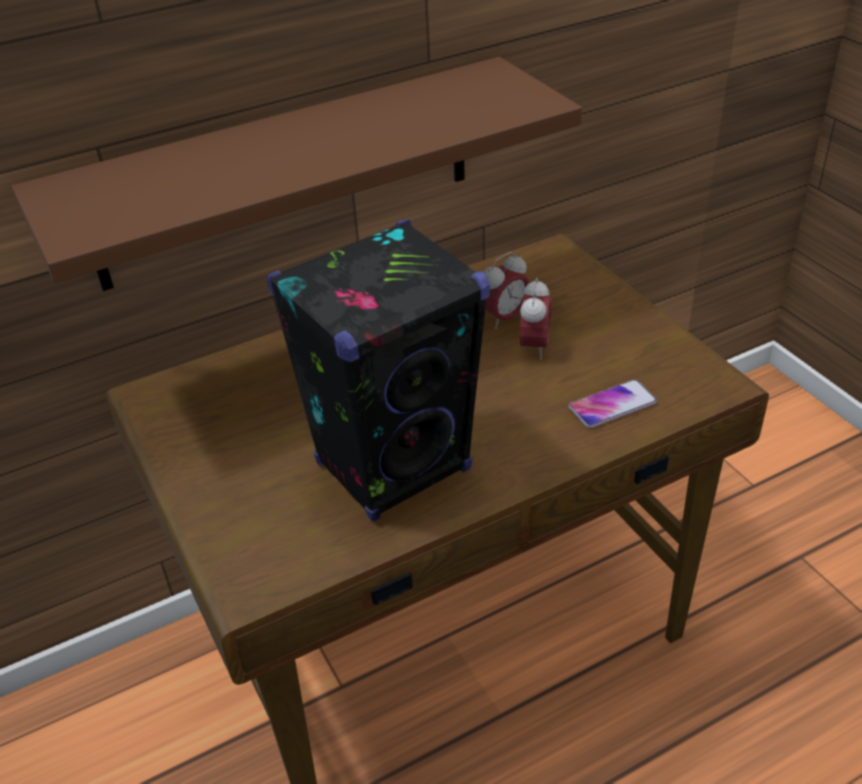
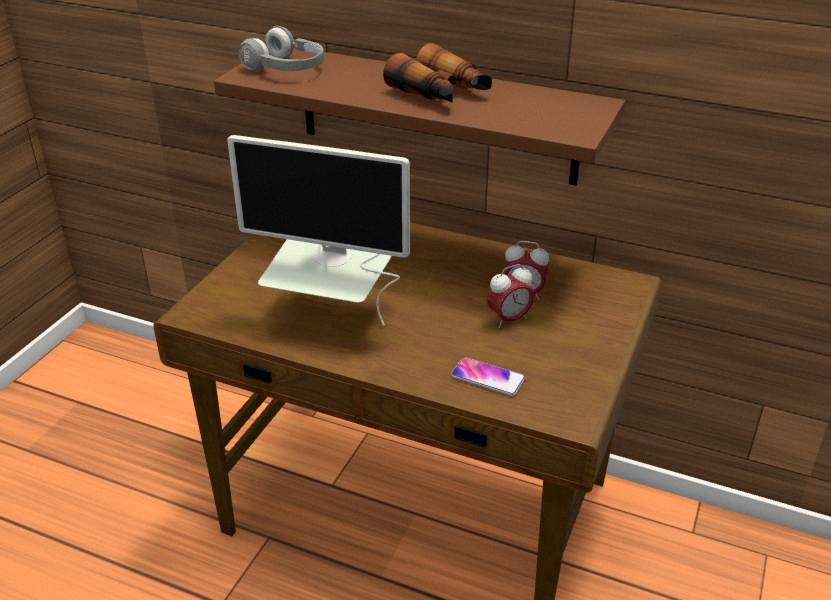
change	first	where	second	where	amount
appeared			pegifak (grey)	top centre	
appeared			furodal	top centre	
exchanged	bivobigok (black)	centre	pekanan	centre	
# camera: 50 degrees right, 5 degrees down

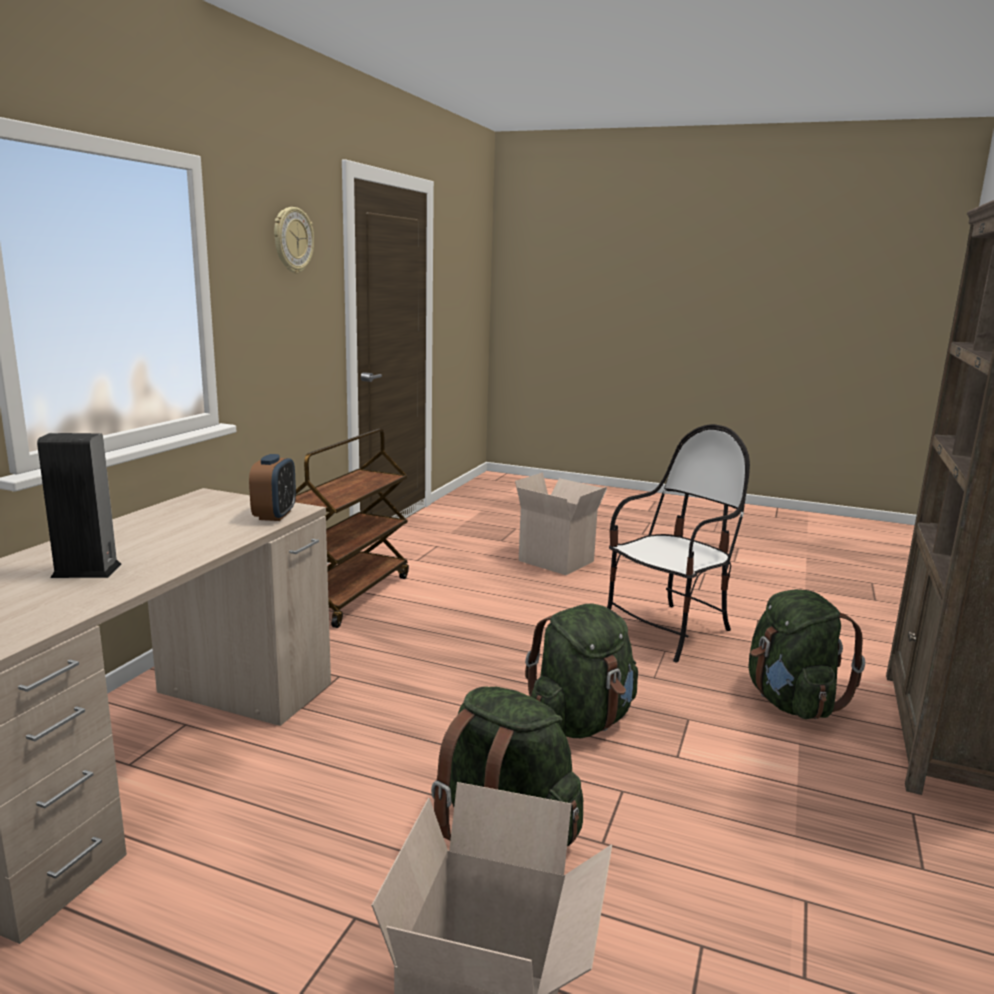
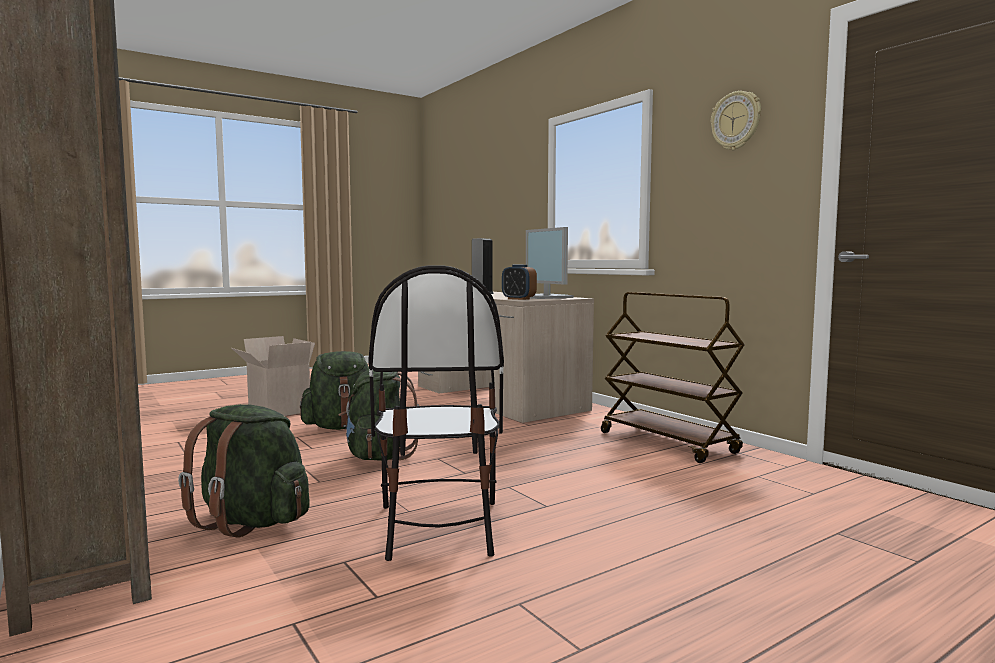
change	first	where	second	where	amount
missing	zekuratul (no. 2 from left)	centre			
appeared			pekanan	centre	
# camera: 125 degrees right, 10 degrees down

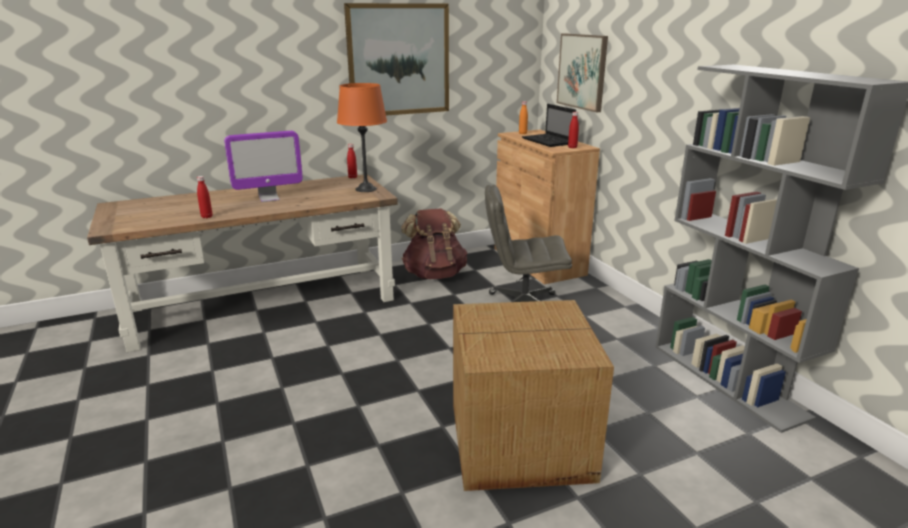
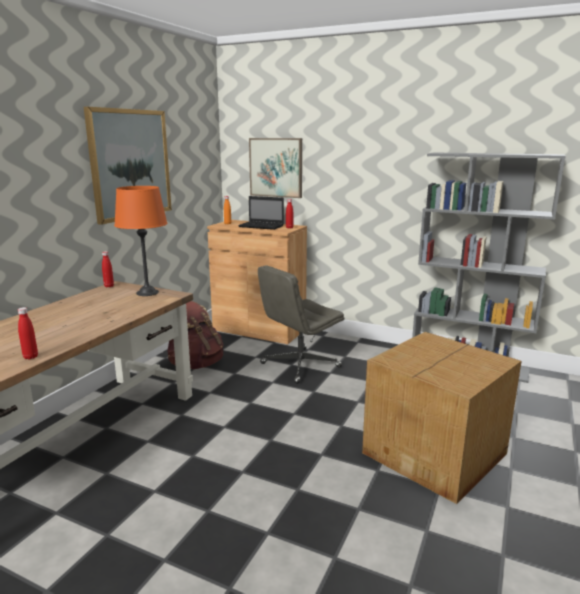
change	first	where	second	where	amount
missing	pekanan	top left			
# camera: 40 degrees left, 5 degrees down

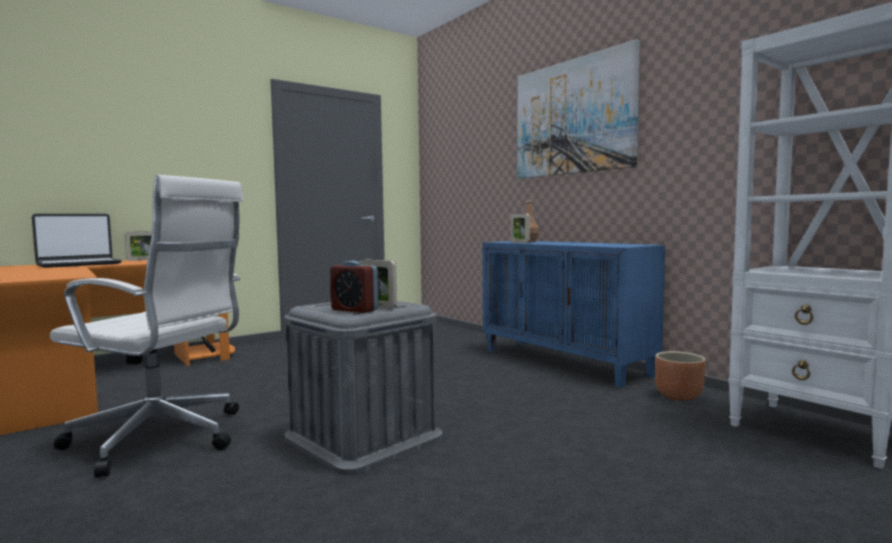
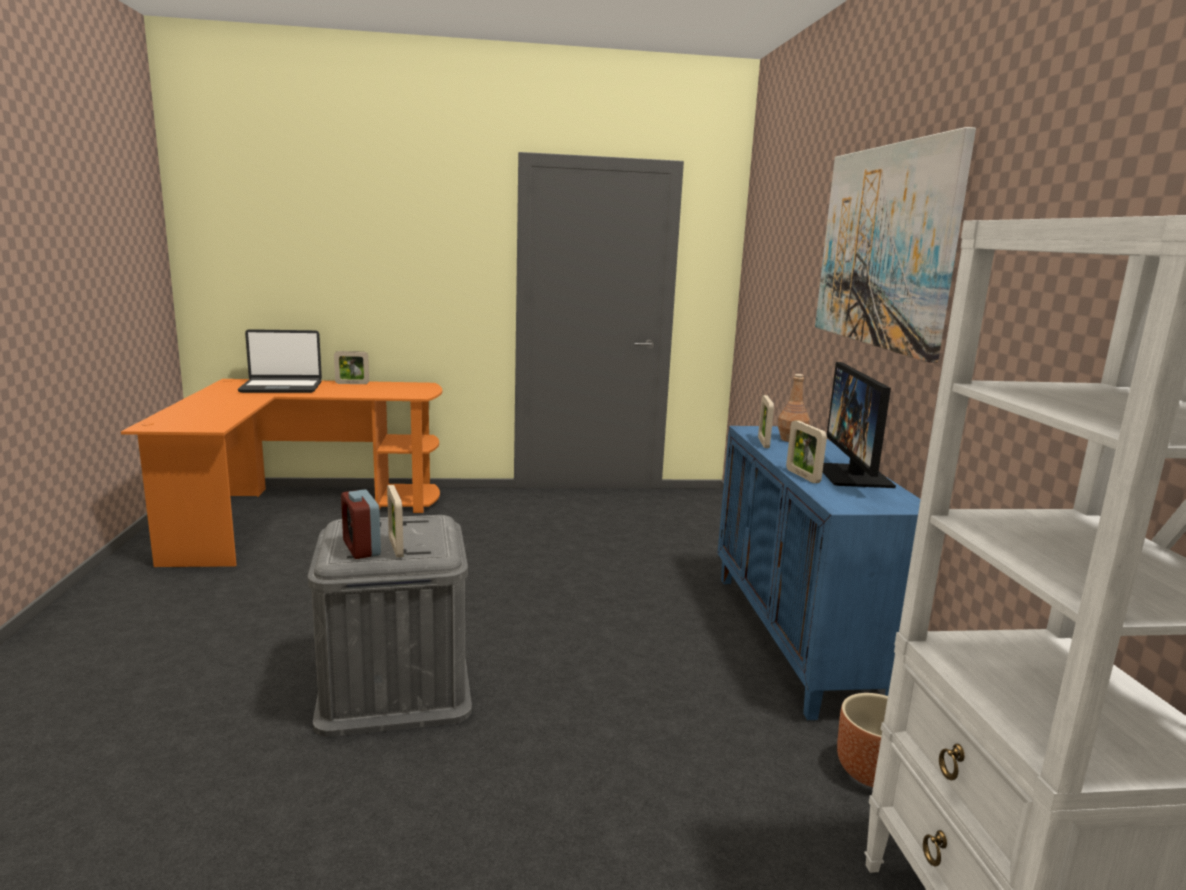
change	first	where	second	where	amount
missing	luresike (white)	middle left			
appeared			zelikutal (no. 4 from left)	middle right	
appeared			pekanan	middle right	
# camera: 30 degrees right, 10 degrees up

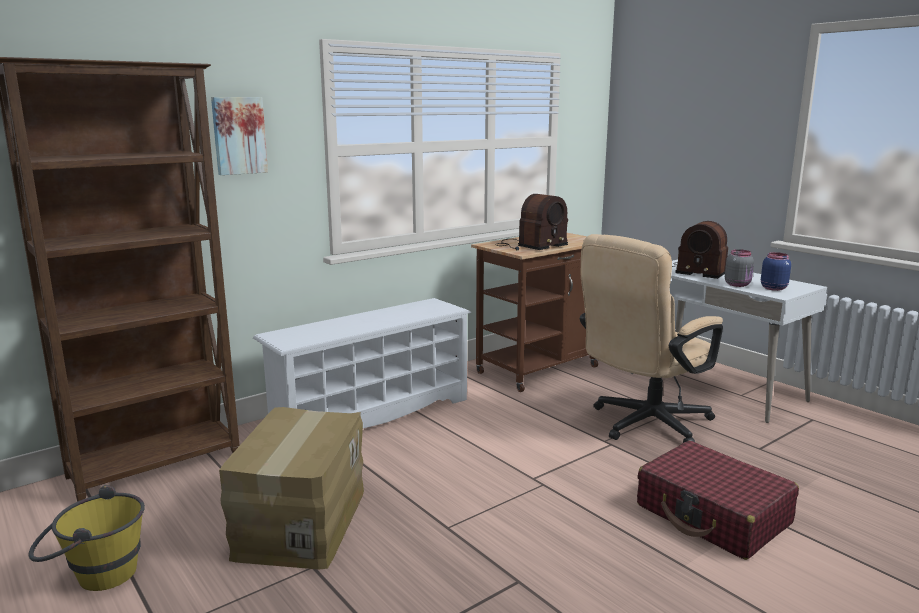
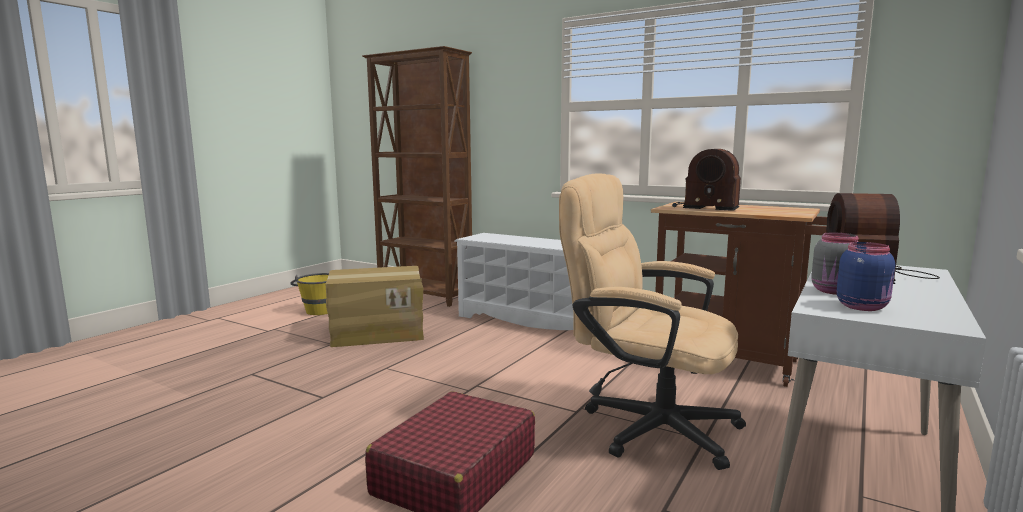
change	first	where	second	where	amount
missing	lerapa	top left			
# camera: 70 degrees right, 5 degrees down

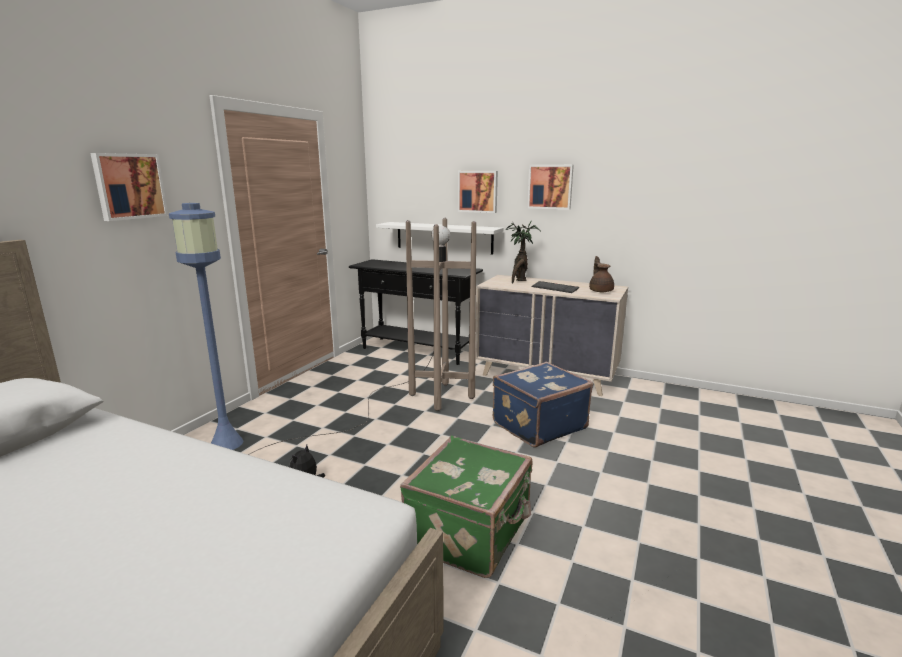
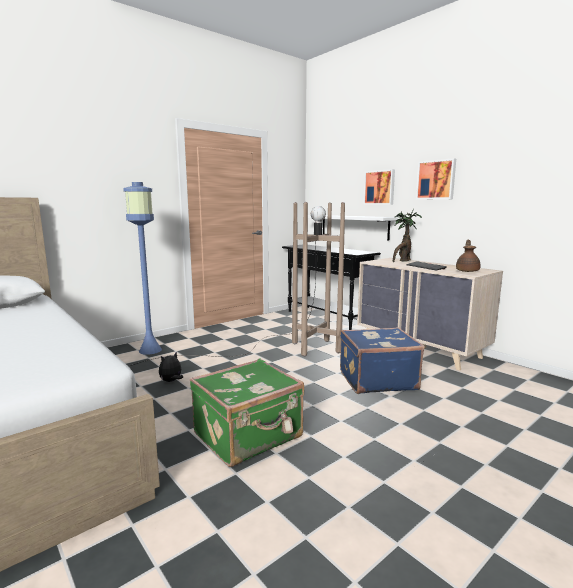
change	first	where	second	where	amount
missing	lerapa (no. 1 from left)	top left			
# camera: 25 degrees right, 5 degrees down

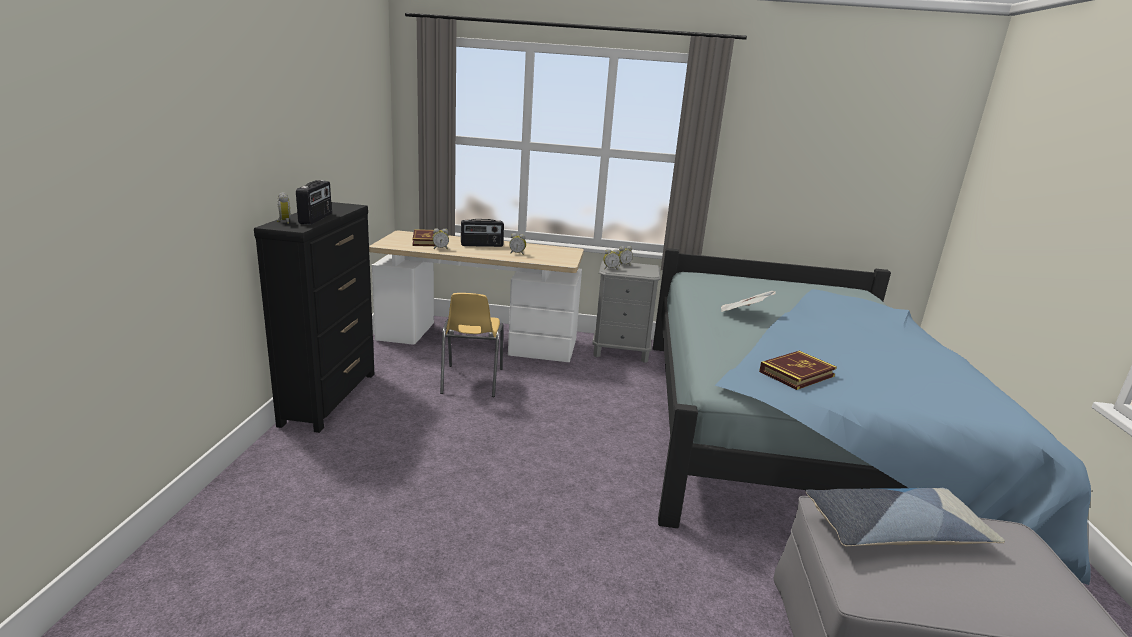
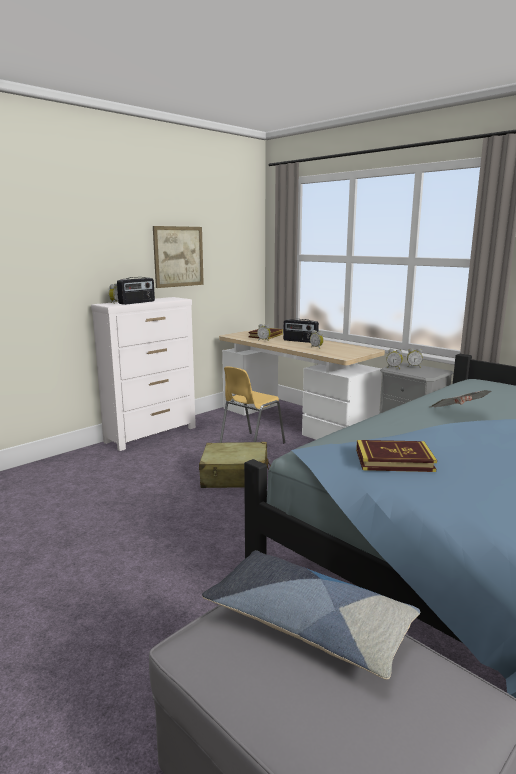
change	first	where	second	where	amount
appeared			lerapa	top centre	
appeared			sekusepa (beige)	centre	
colour	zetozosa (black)	middle left	zetozosa (white)	middle left	
# camera: 40 degrees right, 5 degrees down

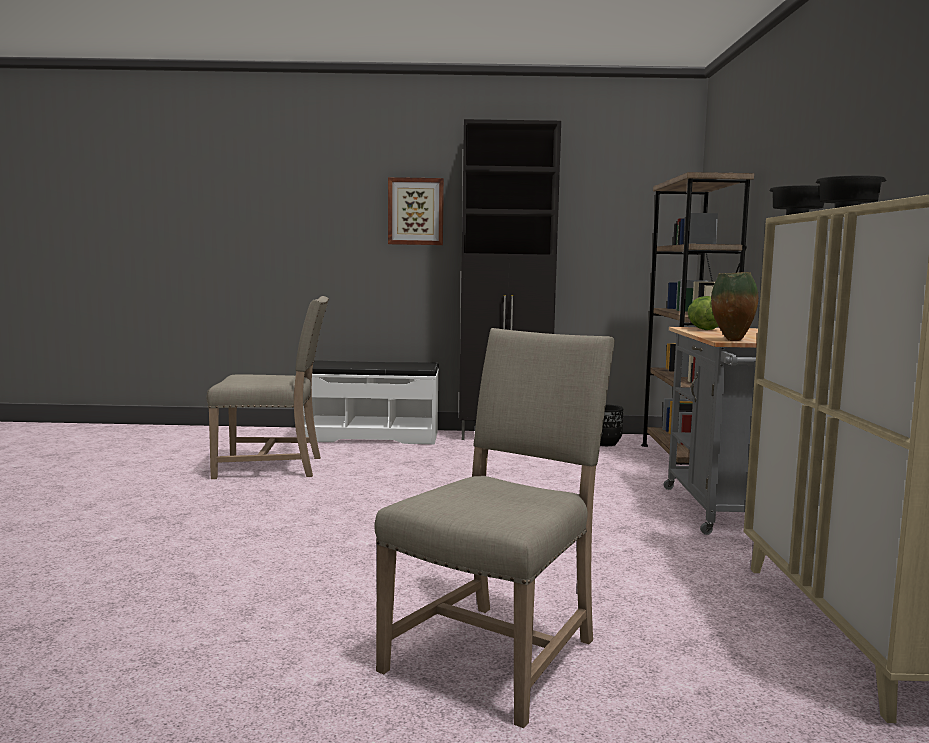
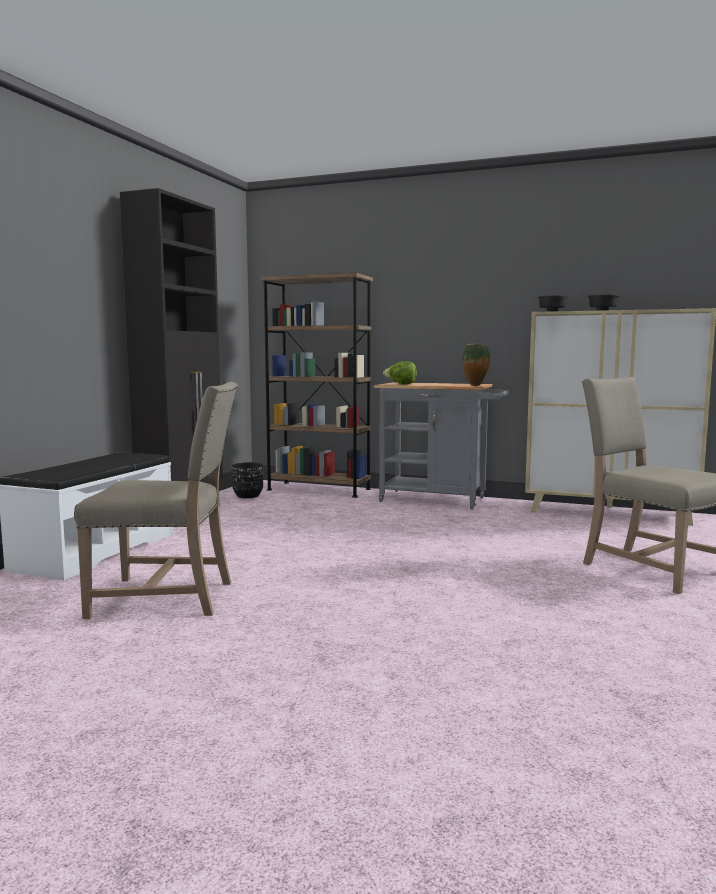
change	first	where	second	where	amount
missing	lerapa	top centre			
spun	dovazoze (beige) (no. 1 from left)	middle left		middle left	75 degrees clockwise
# camera: 70 degrees left, 0 degrees up

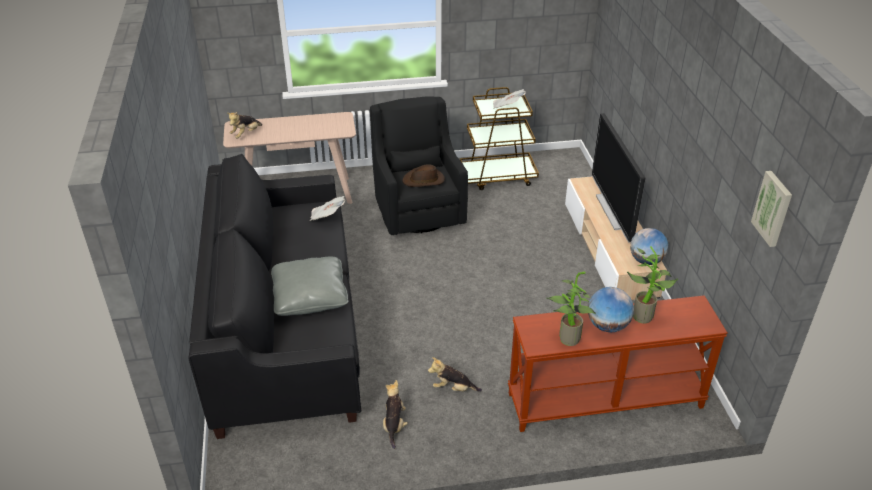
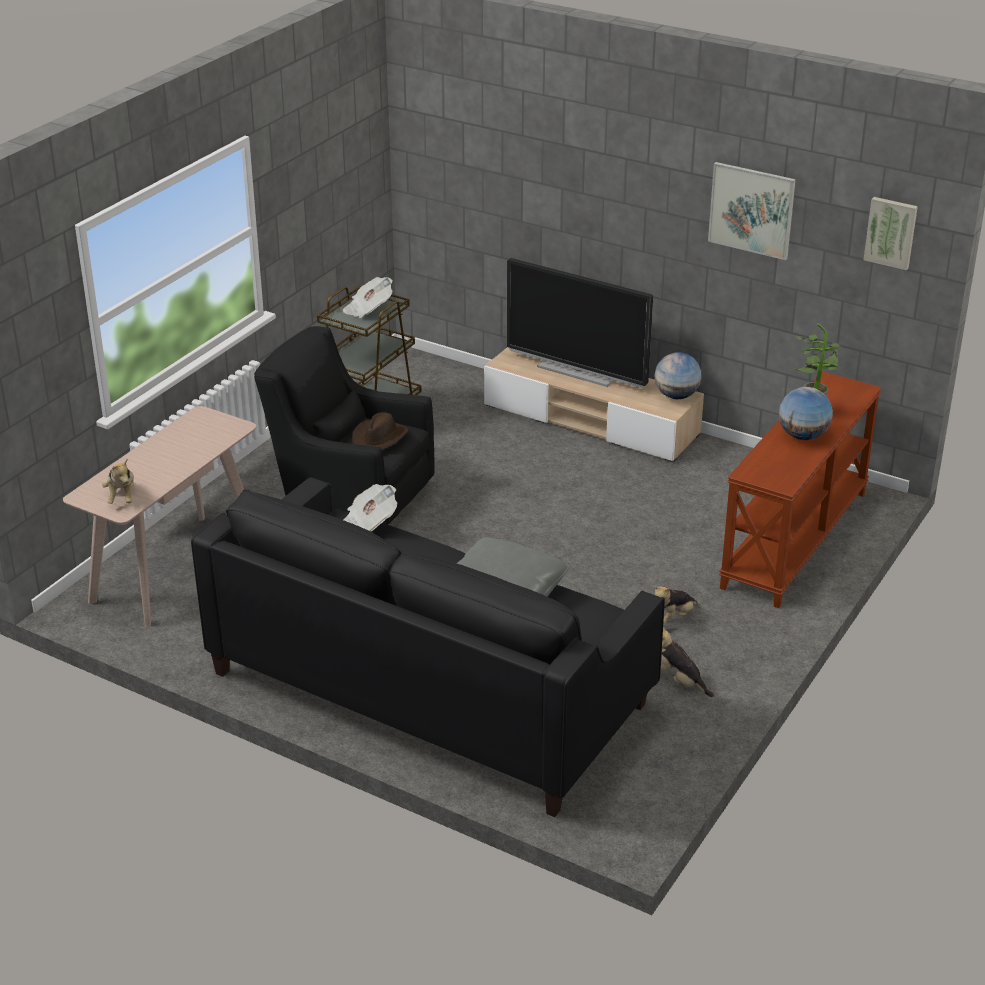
change	first	where	second	where	amount
missing	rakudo (no. 1 from left)	centre			
appeared			lerapa (no. 1 from left)	top right	
# camera: 50 degrees left, 5 degrees down

